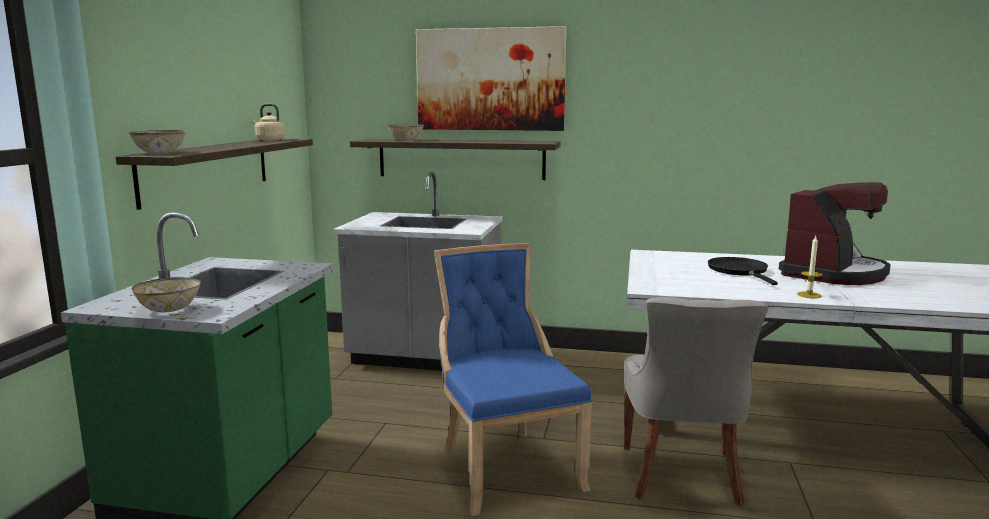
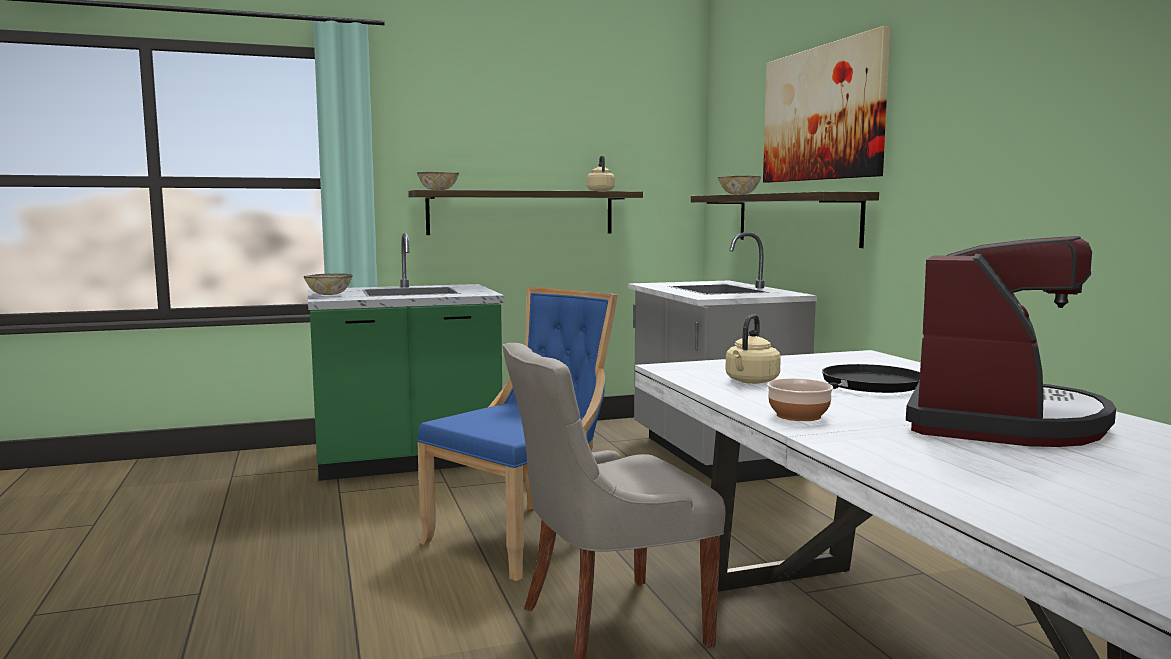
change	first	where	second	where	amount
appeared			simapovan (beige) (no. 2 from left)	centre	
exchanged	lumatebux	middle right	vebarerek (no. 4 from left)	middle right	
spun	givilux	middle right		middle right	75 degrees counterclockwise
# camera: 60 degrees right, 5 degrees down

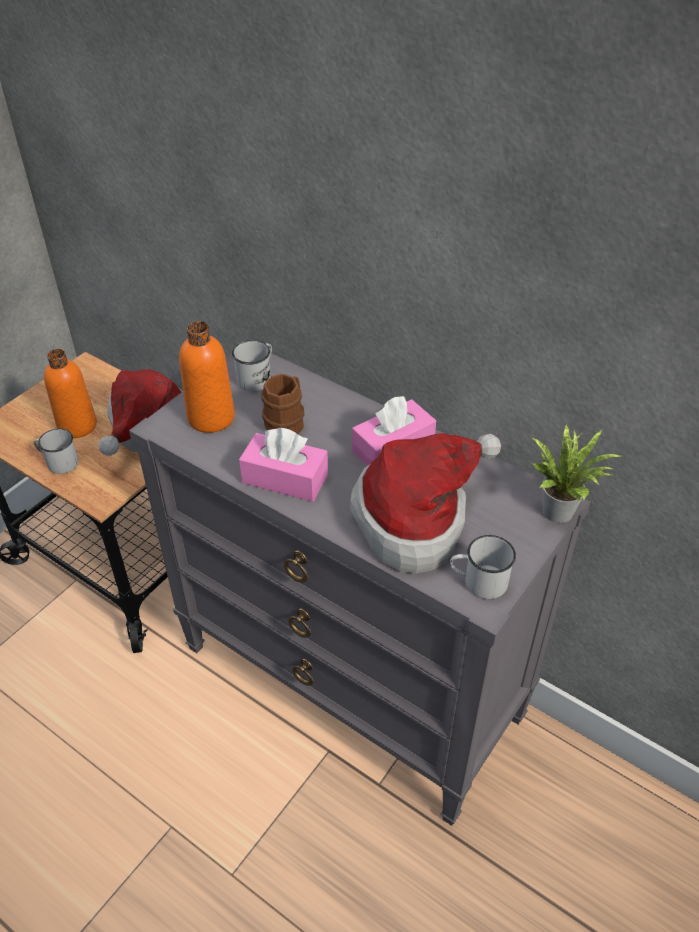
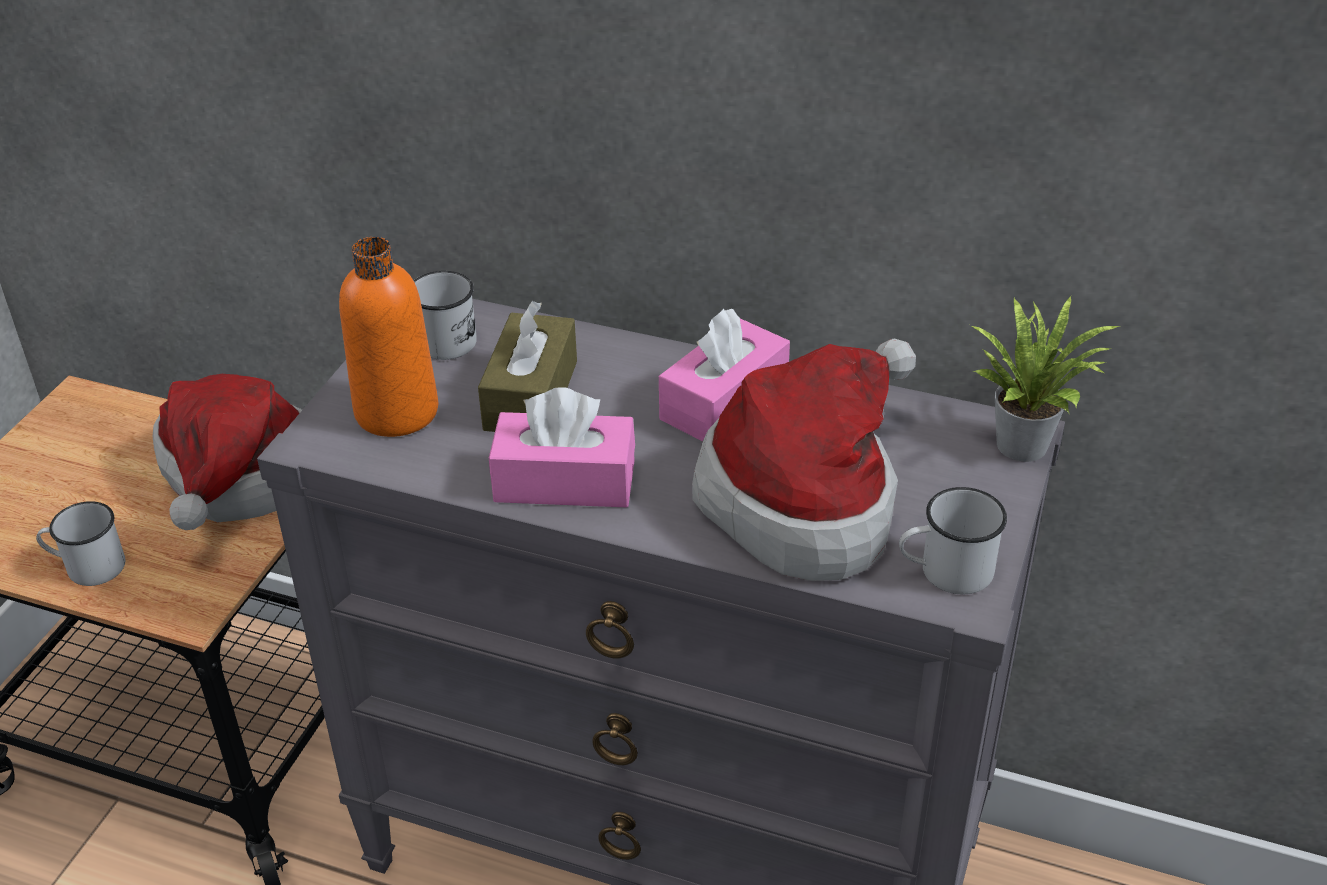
change	first	where	second	where	amount
missing	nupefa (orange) (no. 1 from left)	middle left			
exchanged	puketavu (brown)	centre	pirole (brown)	centre	
# camera: 15 degrees left, 5 degrees down

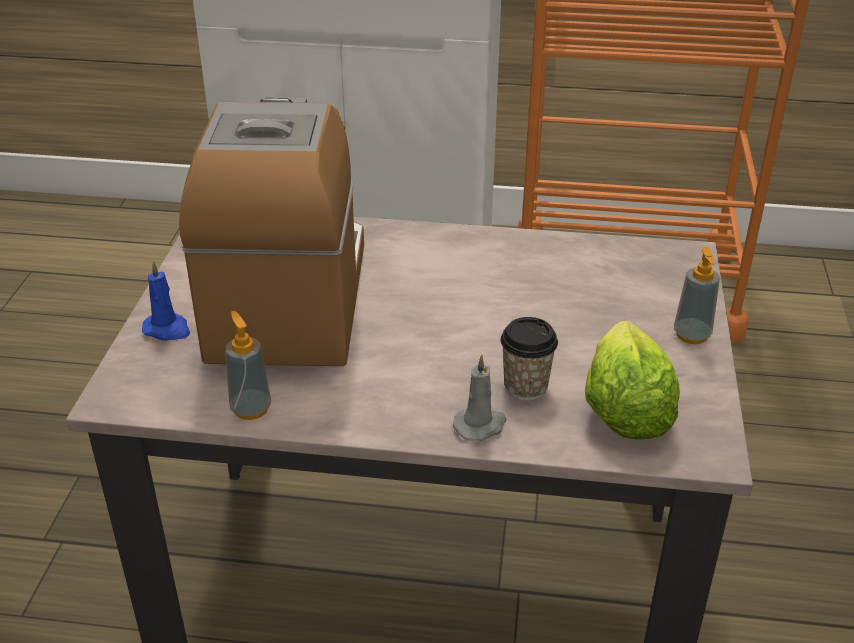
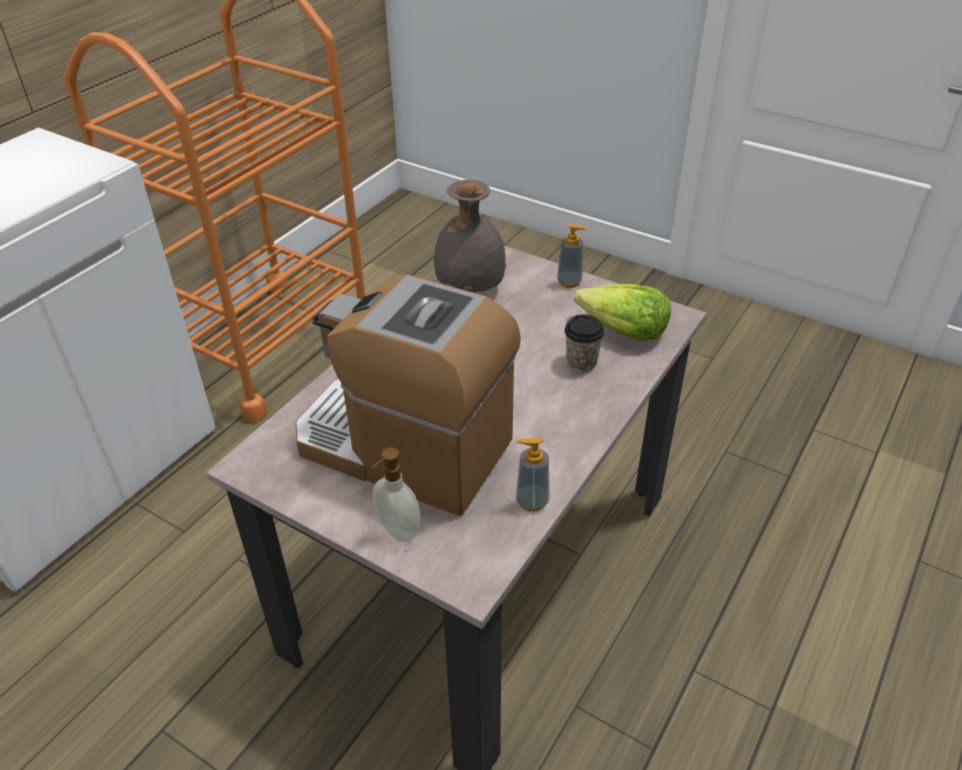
change	first	where	second	where	amount
missing	lumatebux (grey)	centre			
appeared			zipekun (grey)	top centre	
exchanged	lumatebux (blue)	middle left	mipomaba (no. 1 from left)	centre	
# camera: 65 degrees left, 5 degrees up

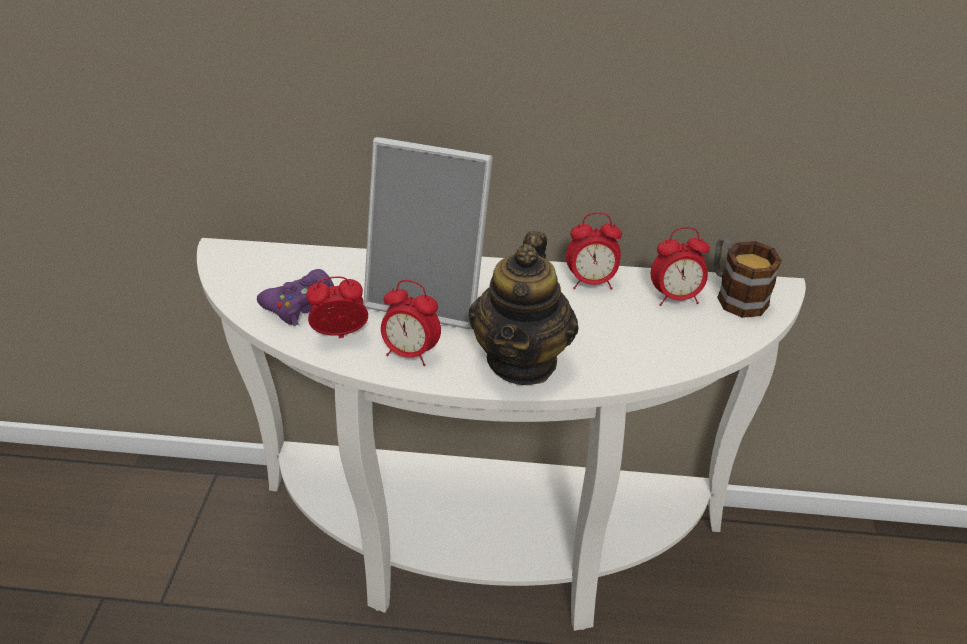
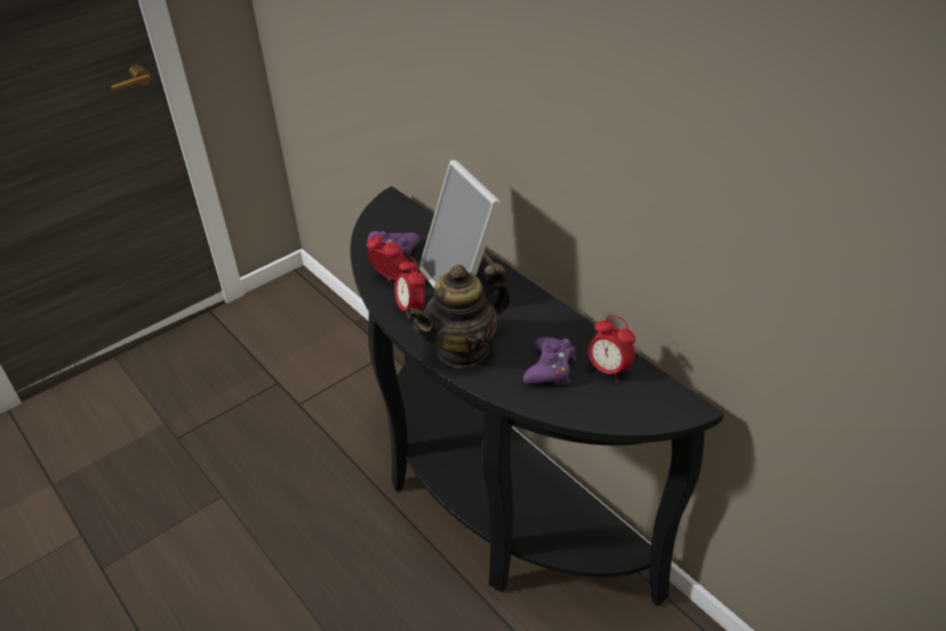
change	first	where	second	where	amount
missing	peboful (no. 3 from left)	centre			
missing	puketavu	middle right			
appeared			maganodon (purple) (no. 2 from left)	centre	
colour	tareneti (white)	bottom centre	tareneti (black)	centre	
# camera: 45 degrees right, 0 degrees up

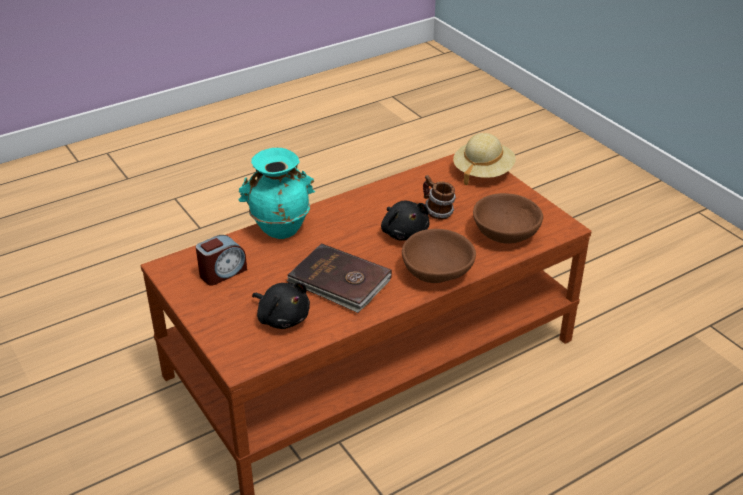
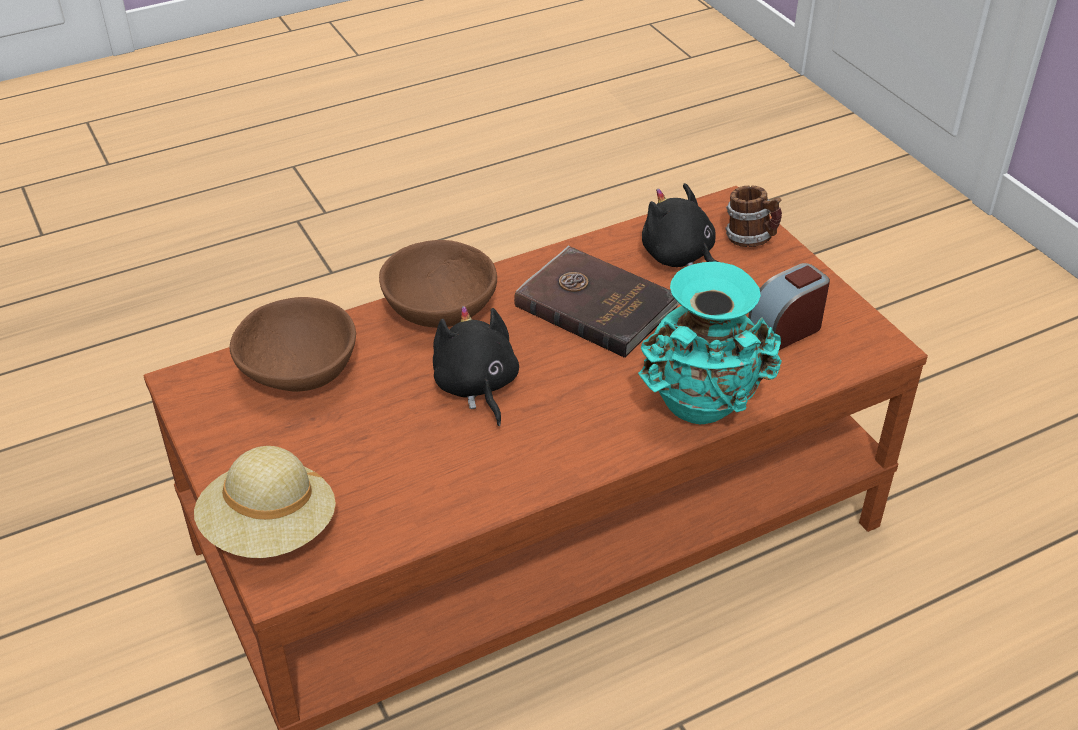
change	first	where	second	where	amount
relocated	puketavu	centre		top right	
# camera: 175 degrees left, 5 degrees up

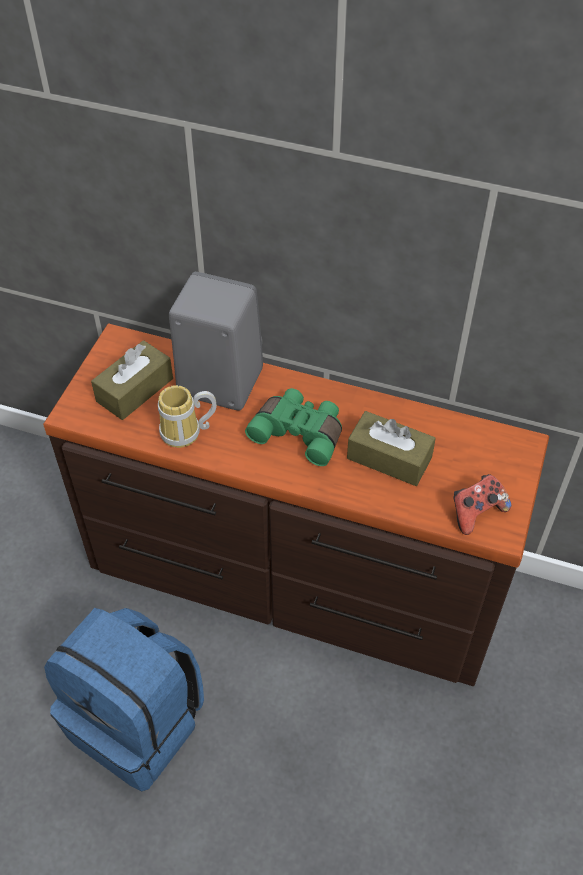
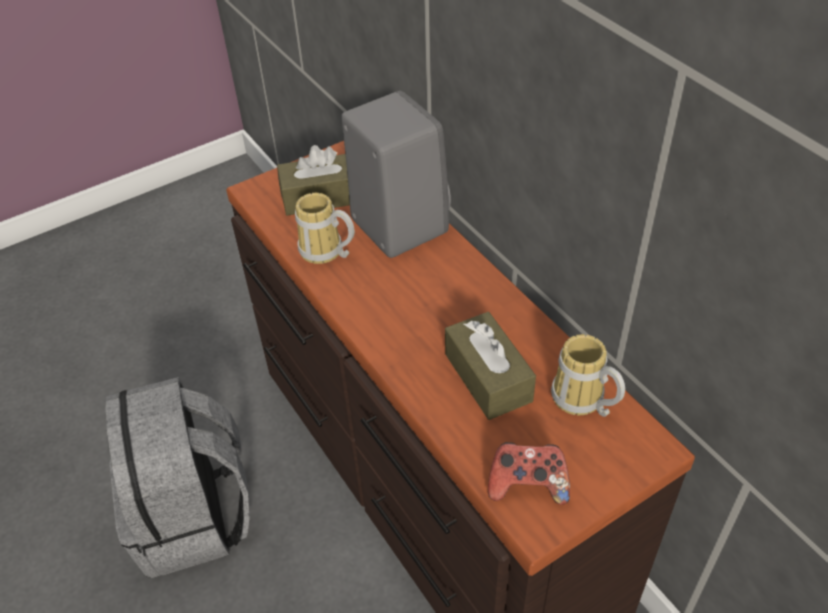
change	first	where	second	where	amount
missing	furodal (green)	centre			
appeared			puketavu (no. 2 from left)	middle right	
colour	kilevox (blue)	bottom left	kilevox (grey)	bottom left	
# camera: 40 degrees right, 5 degrees down

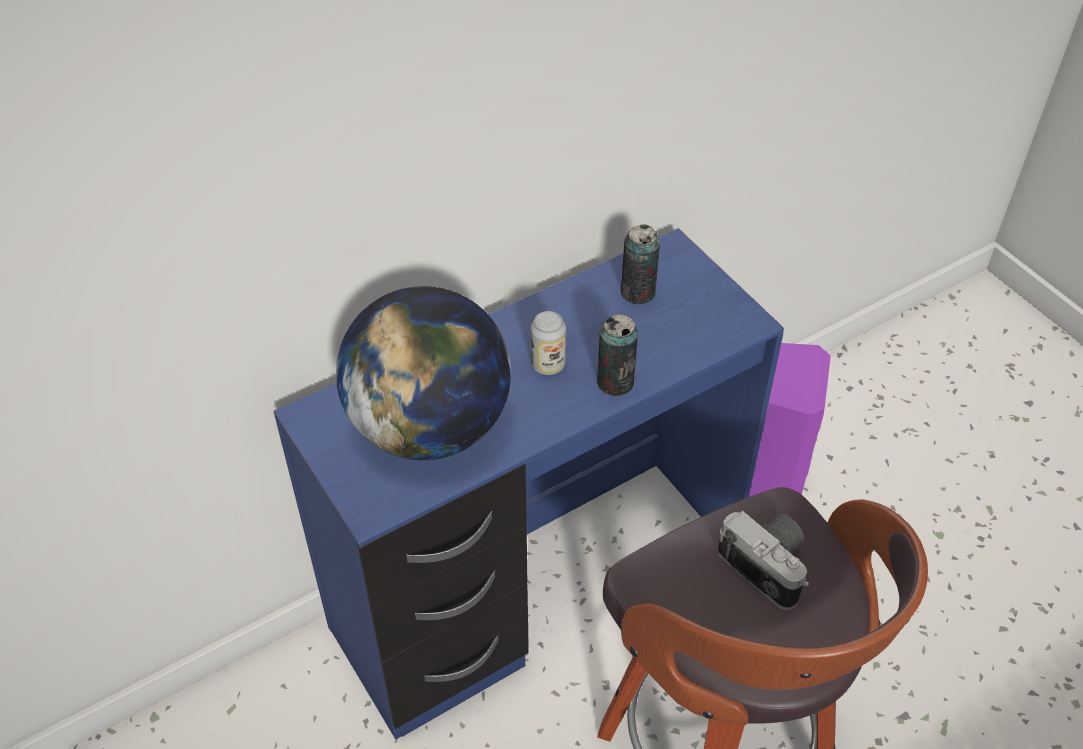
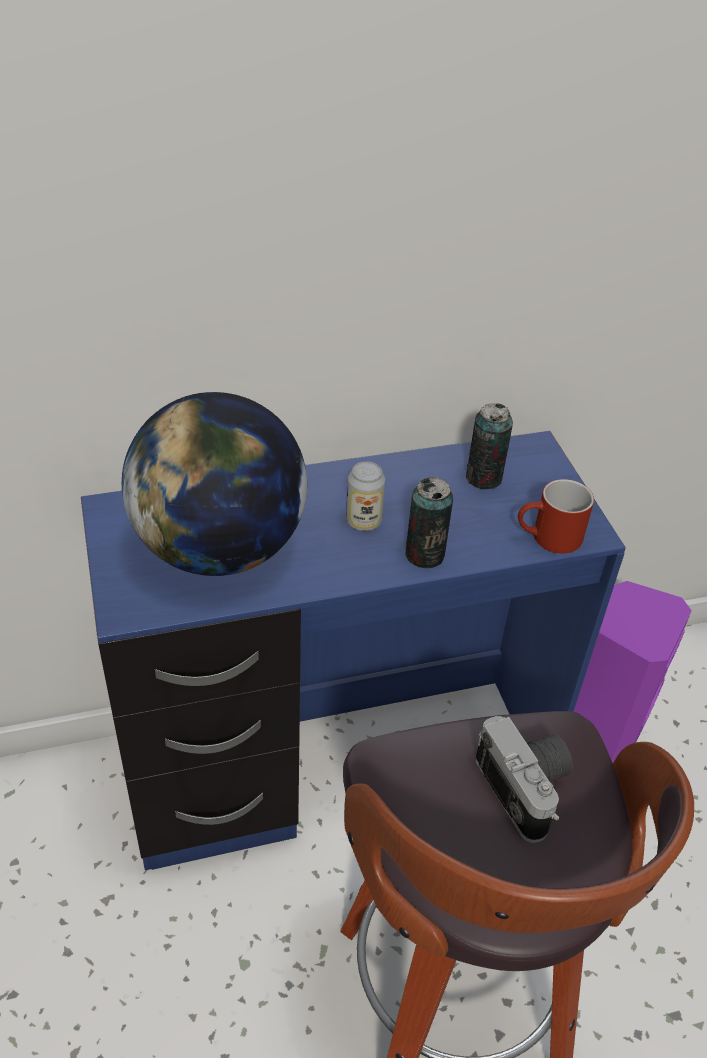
change	first	where	second	where	amount
appeared			puketavu (red)	middle right	
# camera: 15 degrees right, 5 degrees down

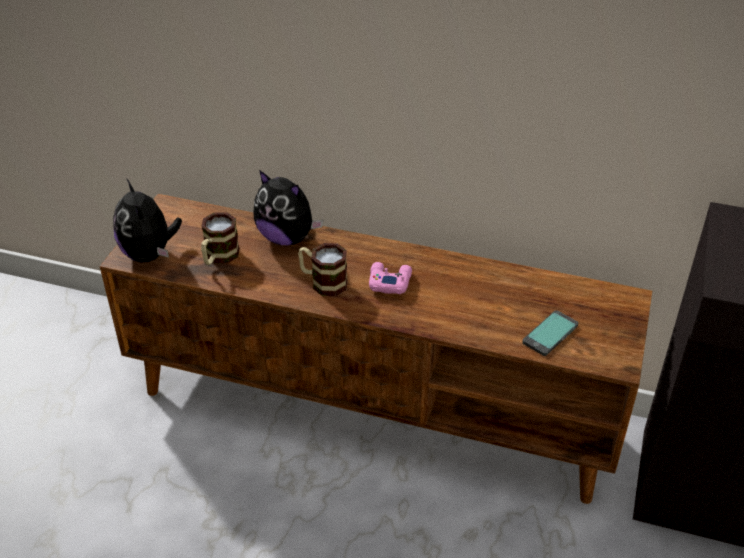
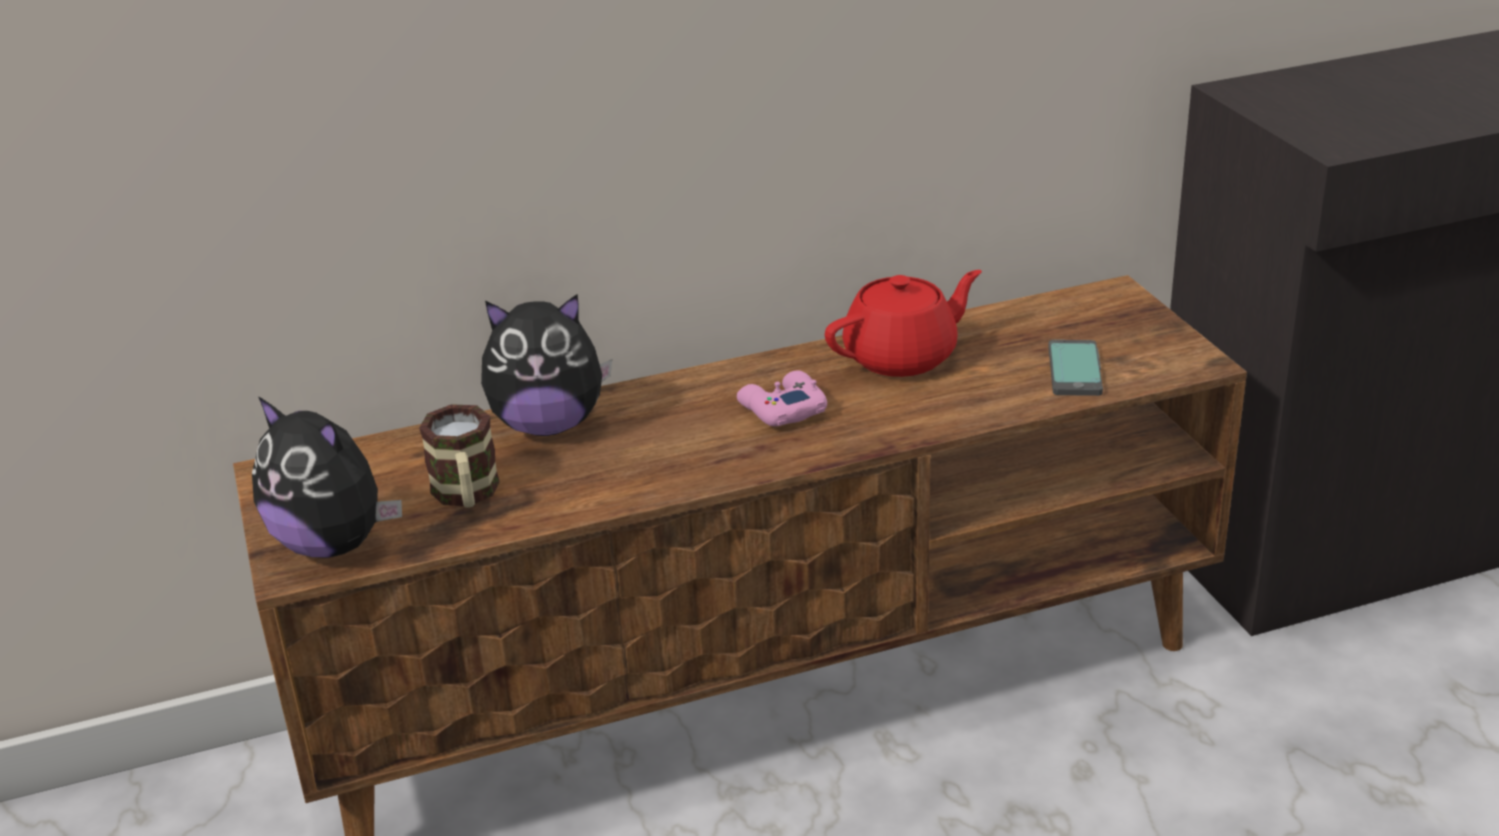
change	first	where	second	where	amount
missing	puketavu (no. 2 from left)	centre			
appeared			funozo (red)	centre	
# camera: 35 degrees left, 10 degrees down

